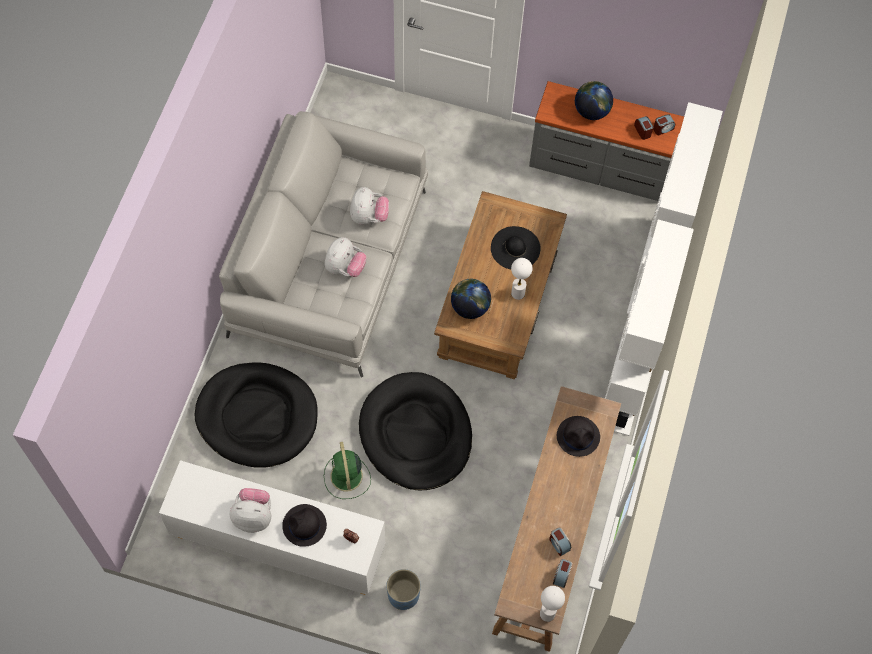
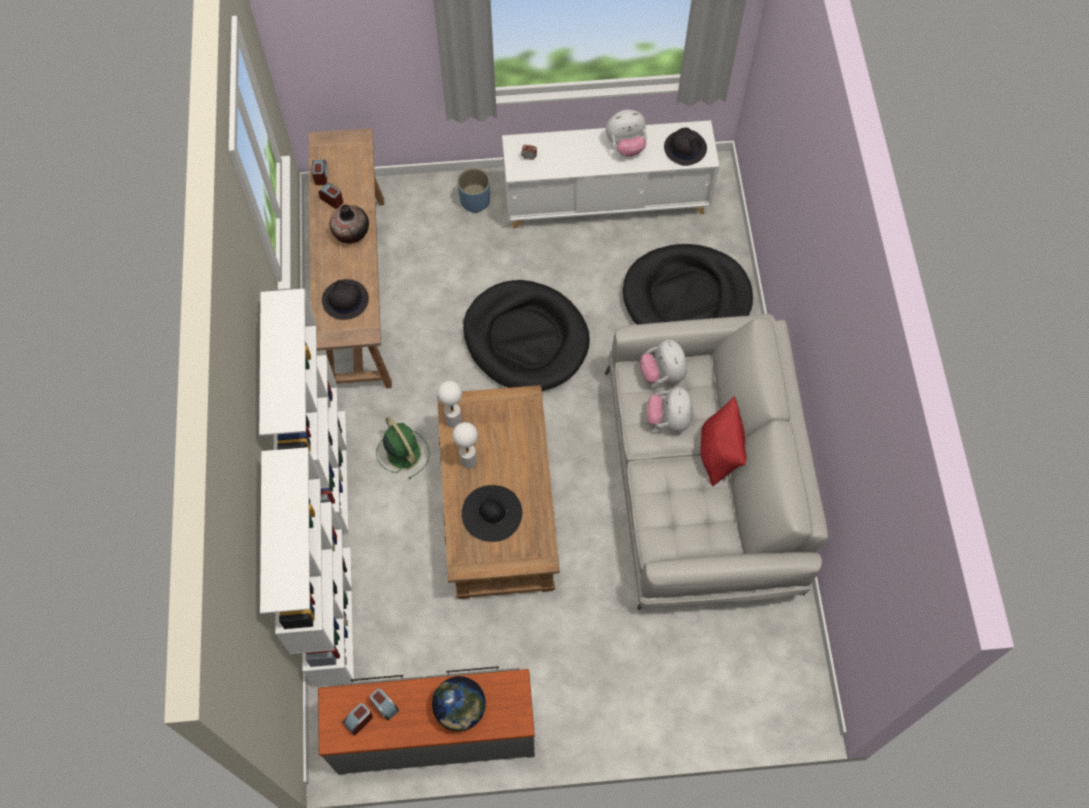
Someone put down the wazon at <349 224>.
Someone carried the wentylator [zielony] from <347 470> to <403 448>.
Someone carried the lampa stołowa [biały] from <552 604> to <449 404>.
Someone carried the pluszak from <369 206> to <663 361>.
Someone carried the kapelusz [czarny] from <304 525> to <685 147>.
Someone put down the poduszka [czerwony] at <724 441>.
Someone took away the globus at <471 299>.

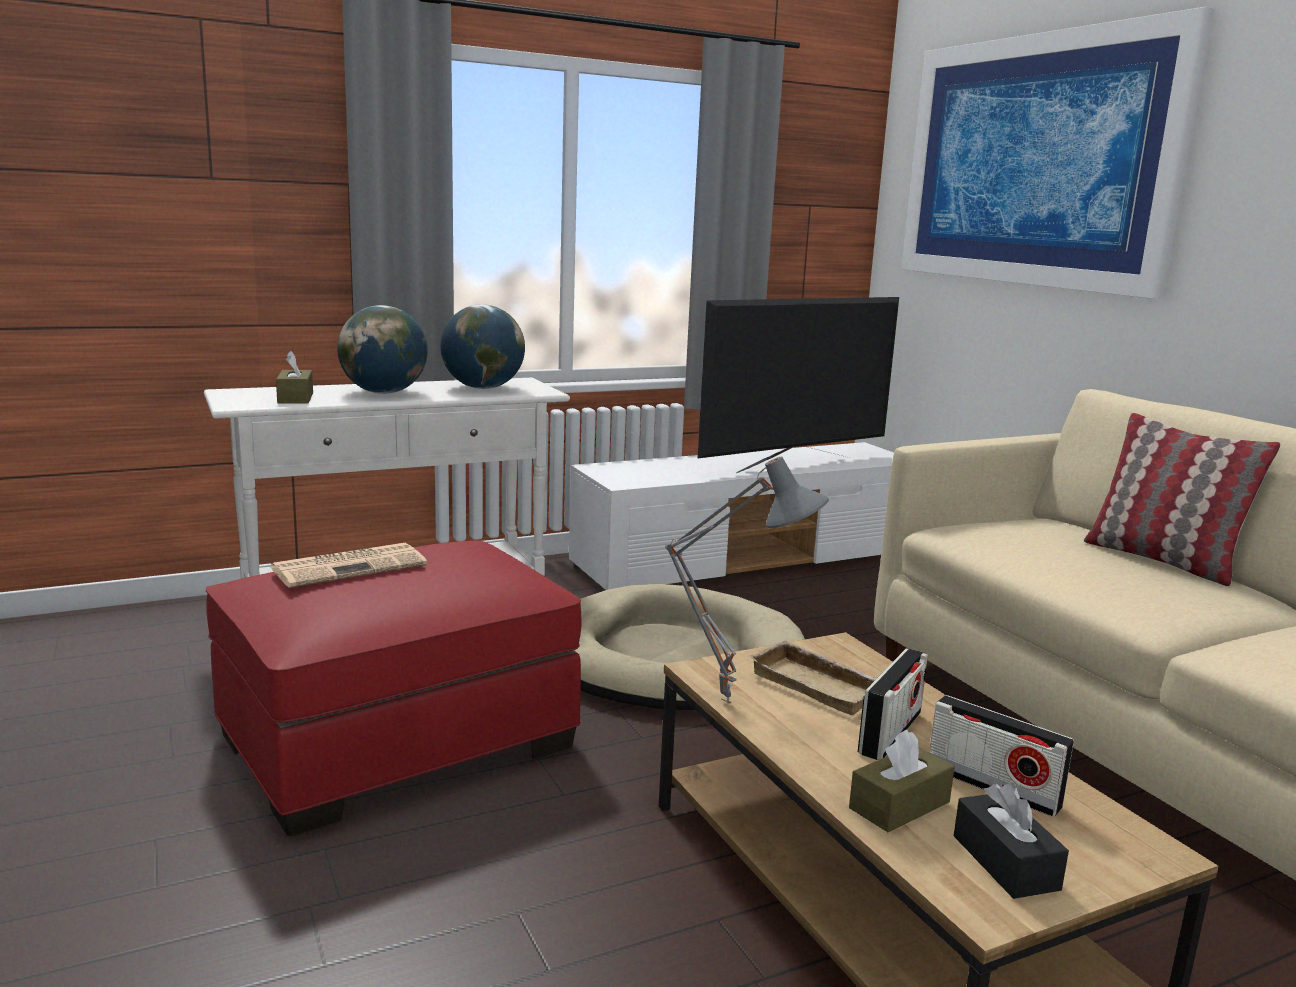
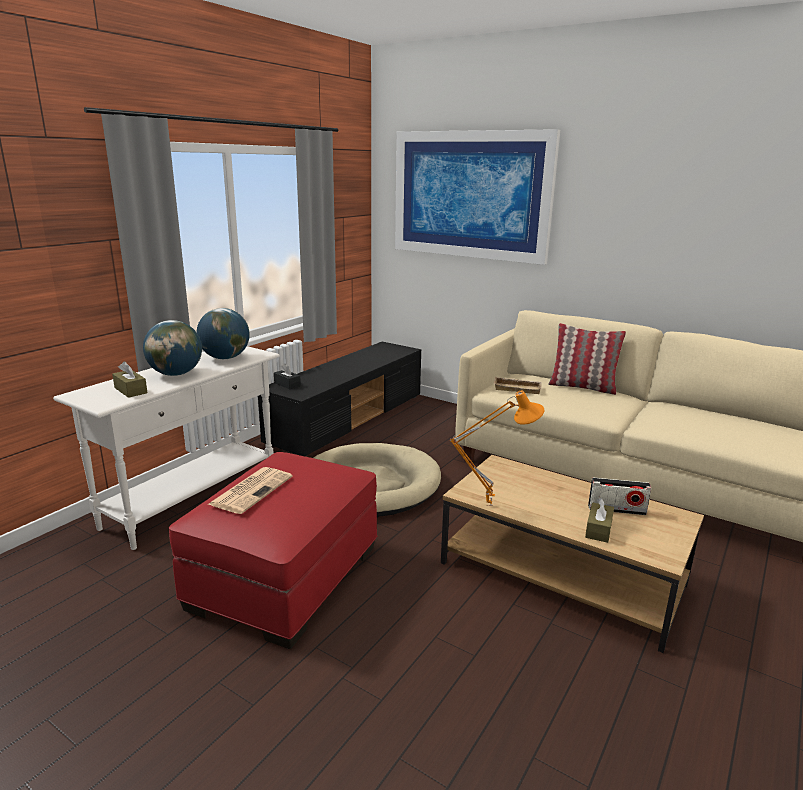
Someone repainted the szafka pod telewizor [biały] at <731 516>, which became the szafka pod telewizor [czarny] at <339 399>.
Someone carried the pudełko chusteczek [czarny] from <1011 841> to <287 376>.
Someone repainted the lampa stołowa [szary] at <747 579>, which became the lampa stołowa [pomarańczowy] at <497 448>.
Someone carried the taca [beżowy] from <812 677> to <518 385>.
Someone took away the telewizor at <798 385>.
Someone took away the radio at <893 704>.

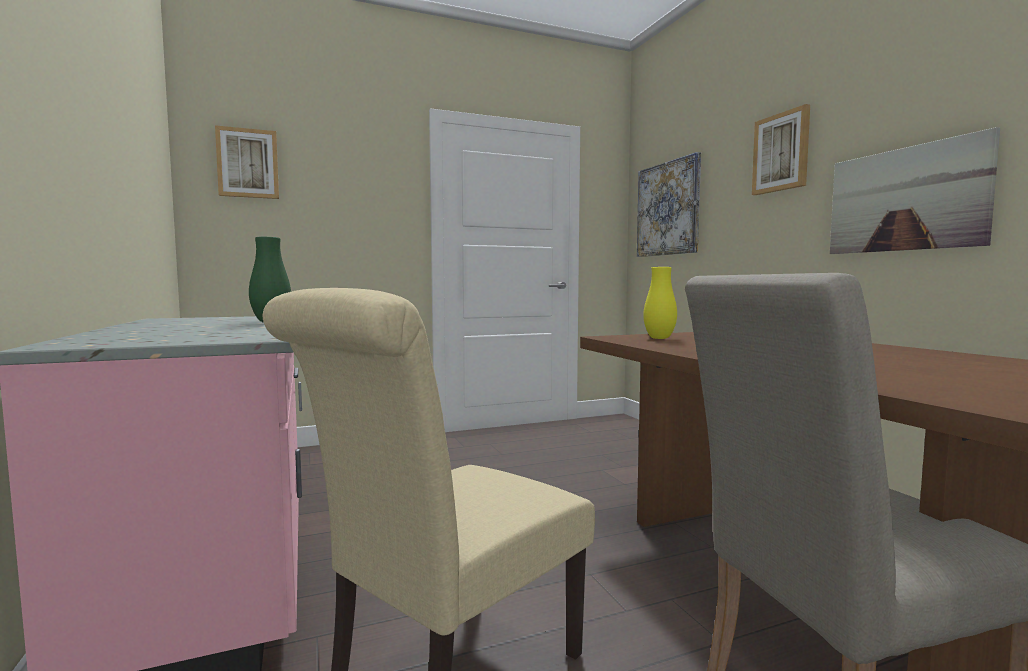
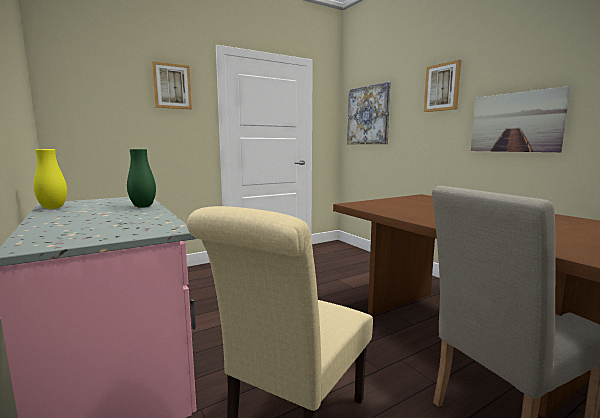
Someone carried the wazon [żółty] from <660 303> to <50 179>.
Someone carried the obraz from <247 162> to <172 85>.

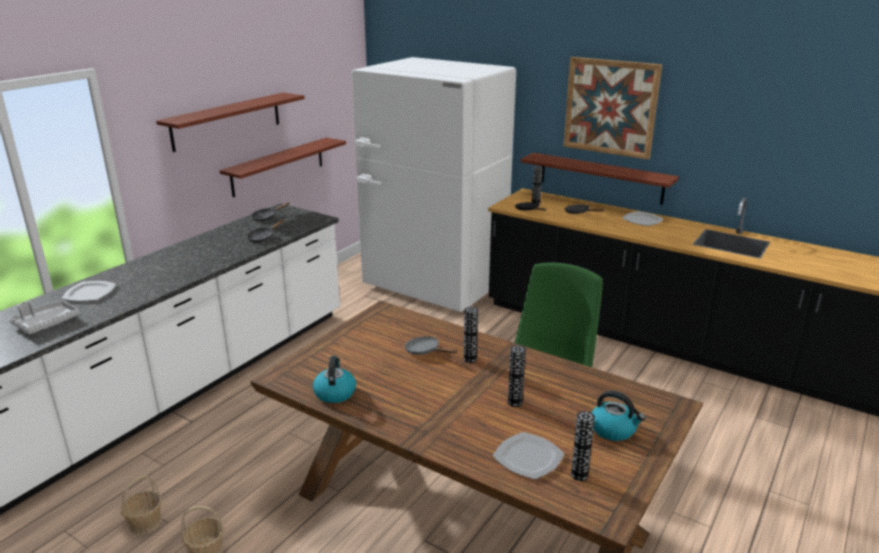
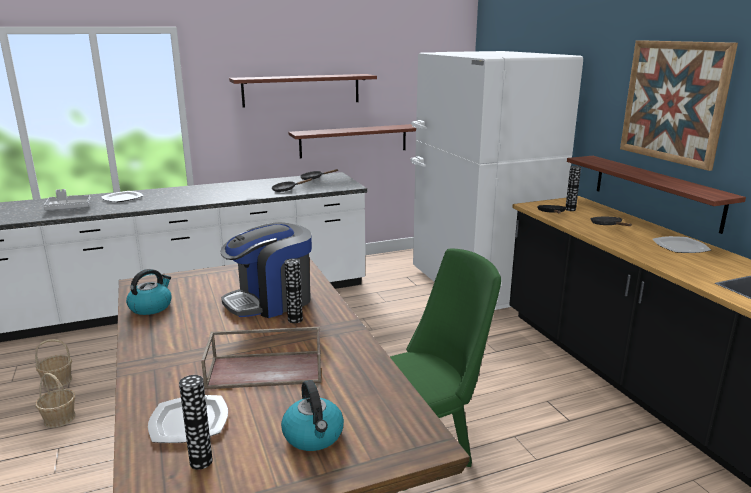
Someone swapped the wazon at <517 376> for the taca [brązowy] at <261 358>.
Someone swapped the patelnia [szary] at <431 345> for the ekspres do kawy at <266 270>.

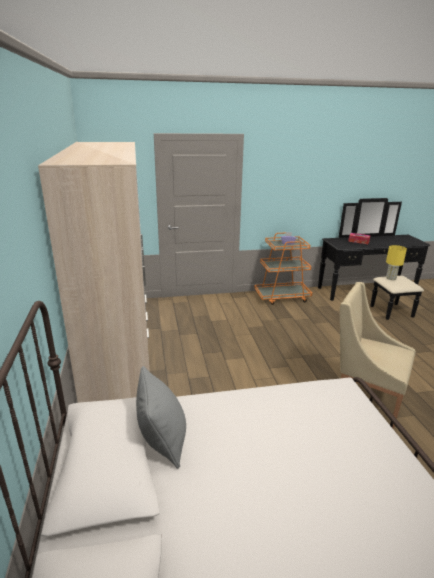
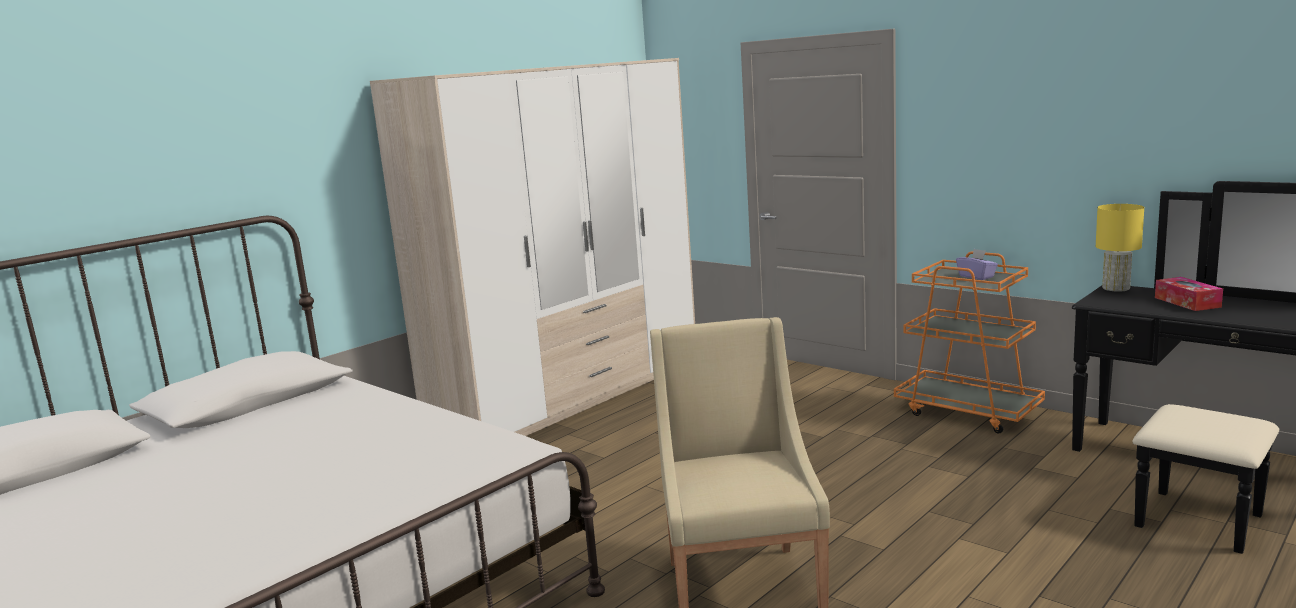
Someone carried the lampa stołowa [żółty] from <396 262> to <1120 248>.
Someone took away the poduszka [szary] at <161 417>.

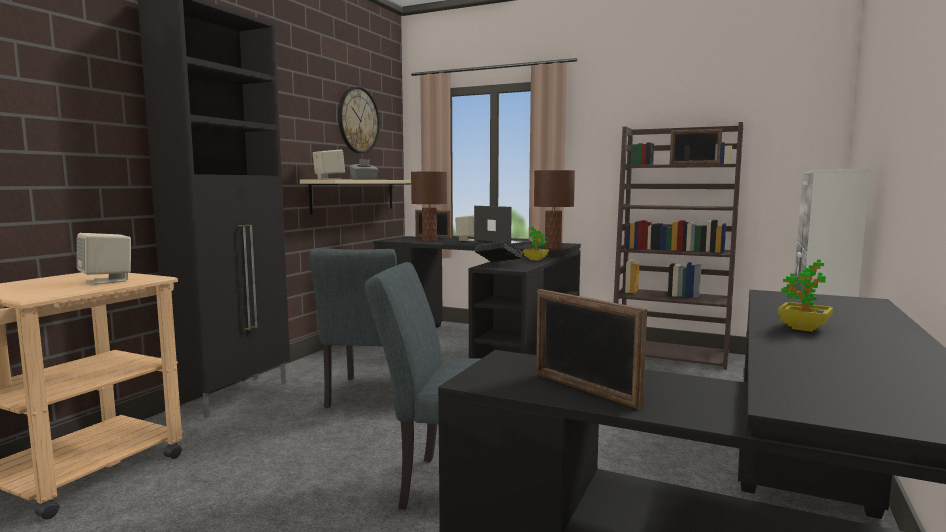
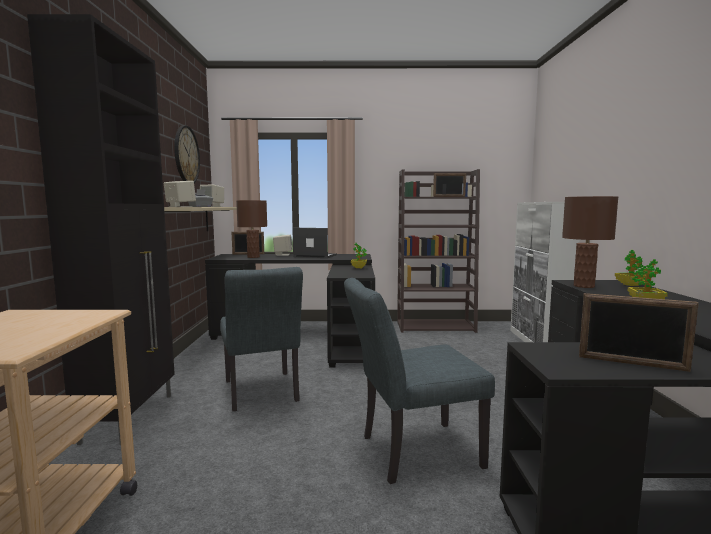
Someone carried the głośnik [beżowy] from <104 259> to <212 196>.
Someone carried the lampa stołowa [brązowy] from <554 209> to <590 242>.
Someone put down the roślina doniczkowa at <630 268>.
Someone took away the książka at <499 252>.

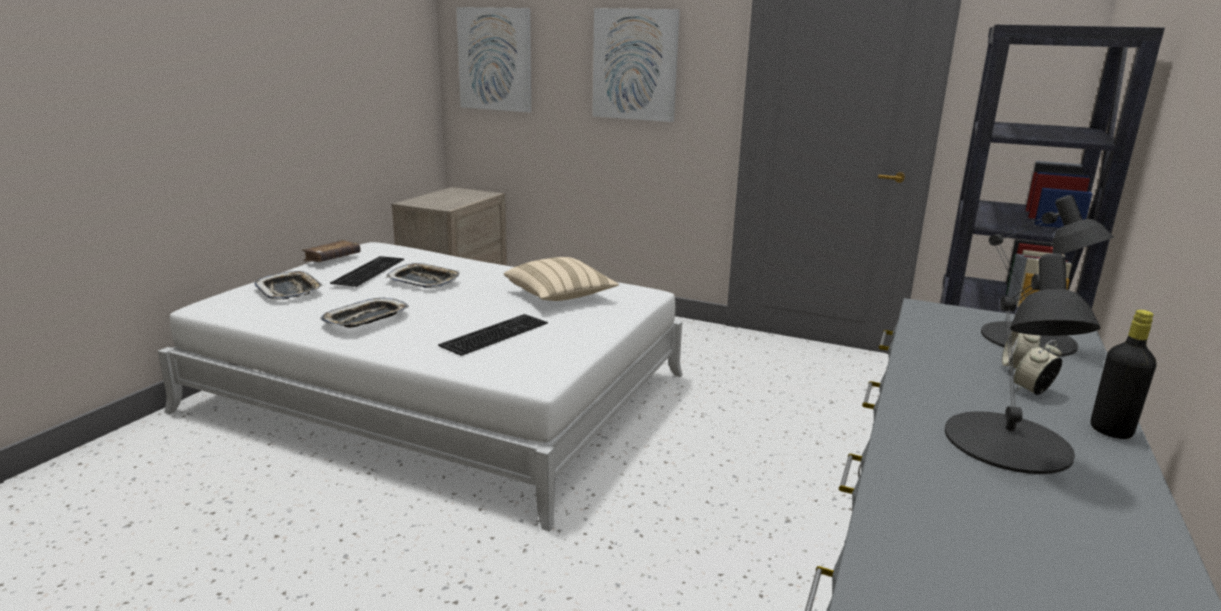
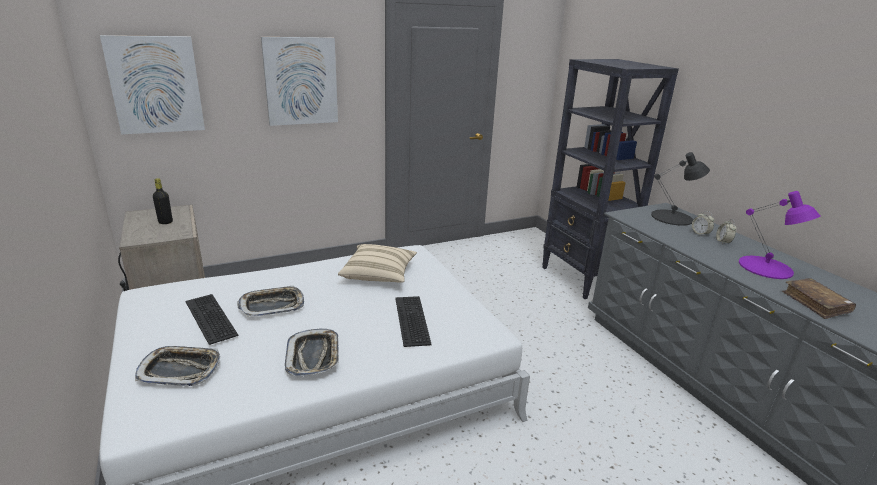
Someone carried the butelka [czarny] from <1123 374> to <163 201>.
Someone repainted the lampa stołowa [czarny] at <1022 363>, which became the lampa stołowa [fioletowy] at <780 235>.
Someone carried the książka [brązowy] from <331 251> to <819 298>.

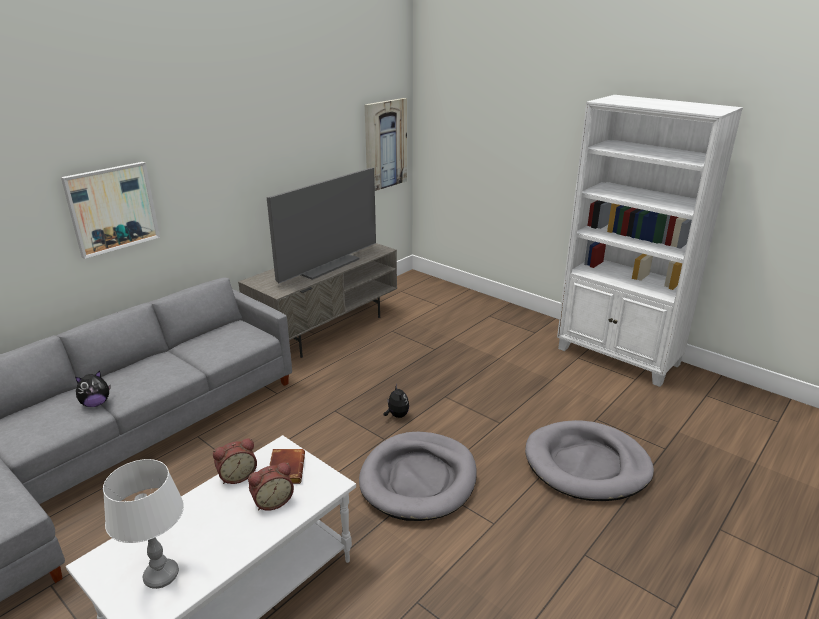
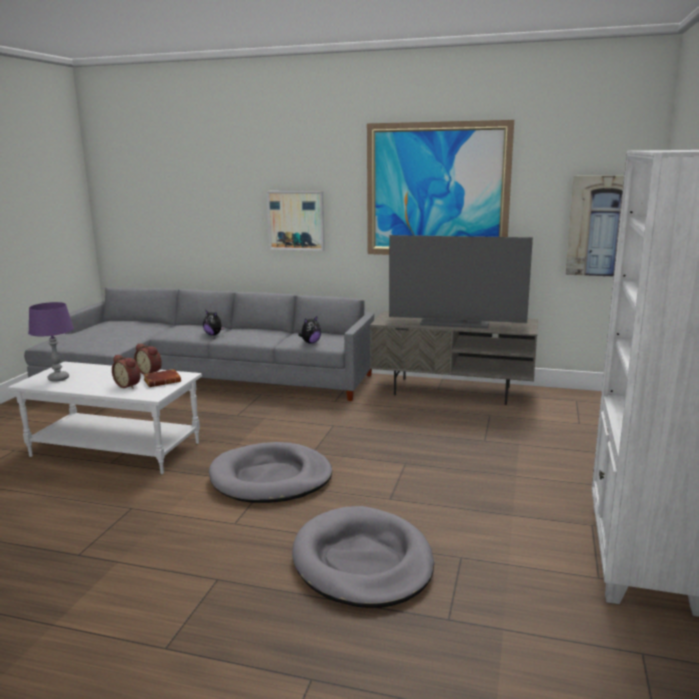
Someone repainted the lampa stołowa [biały] at <143 524>, which became the lampa stołowa [fioletowy] at <51 342>.
Someone carried the pluszak from <396 401> to <309 329>.
Someone put up the obraz at <440 187>.

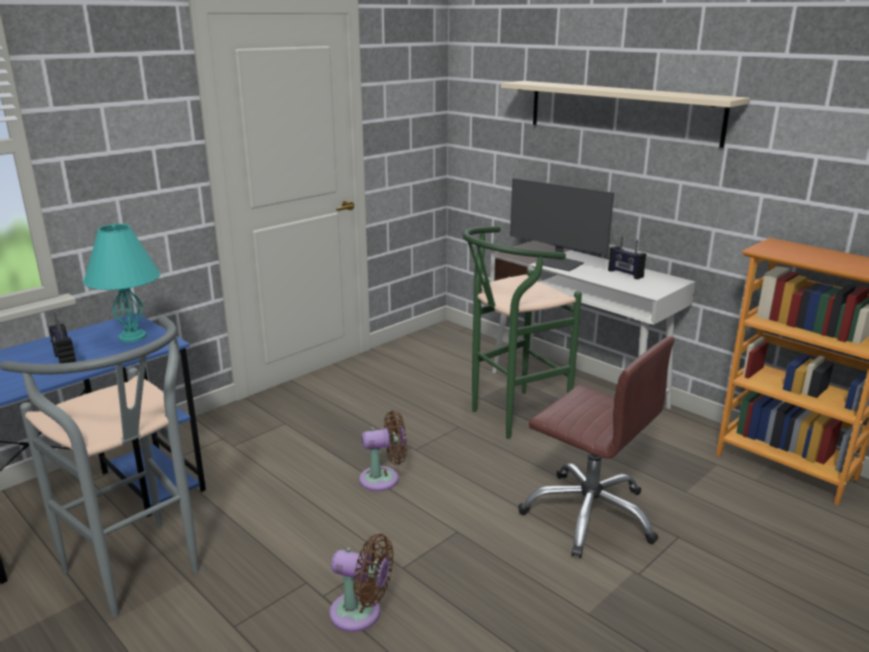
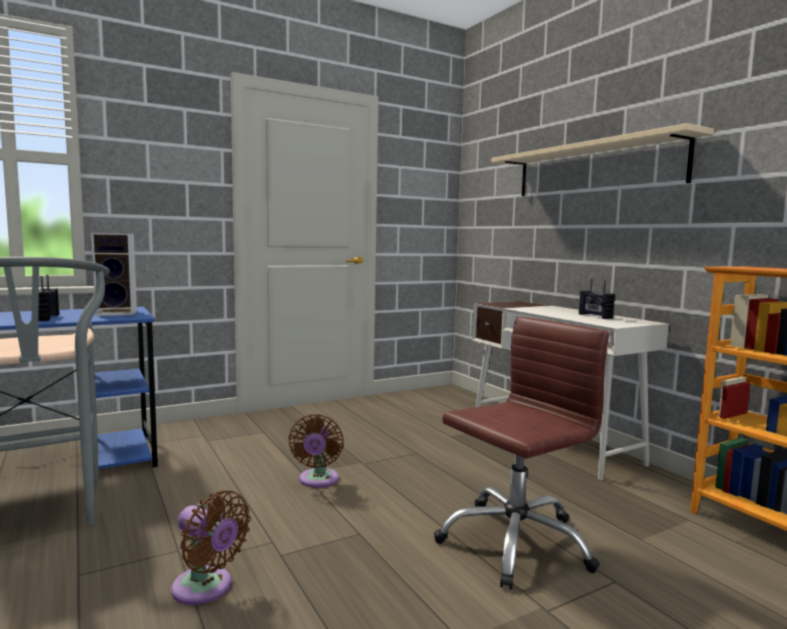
Someone swapped the lampa stołowa [turkusowy] at <121 283> for the głośnik at <114 274>.
Someone rotated the wentylator [brązowy] at <383 450> by 90 degrees clockwise.
Someone rotated the krzesło biurowe [brązowy] at <596 447> by 90 degrees counterclockwise.
Someone took away the stołek [zielony] at <522 332>.
Someone took away the monitor at <562 224>.

